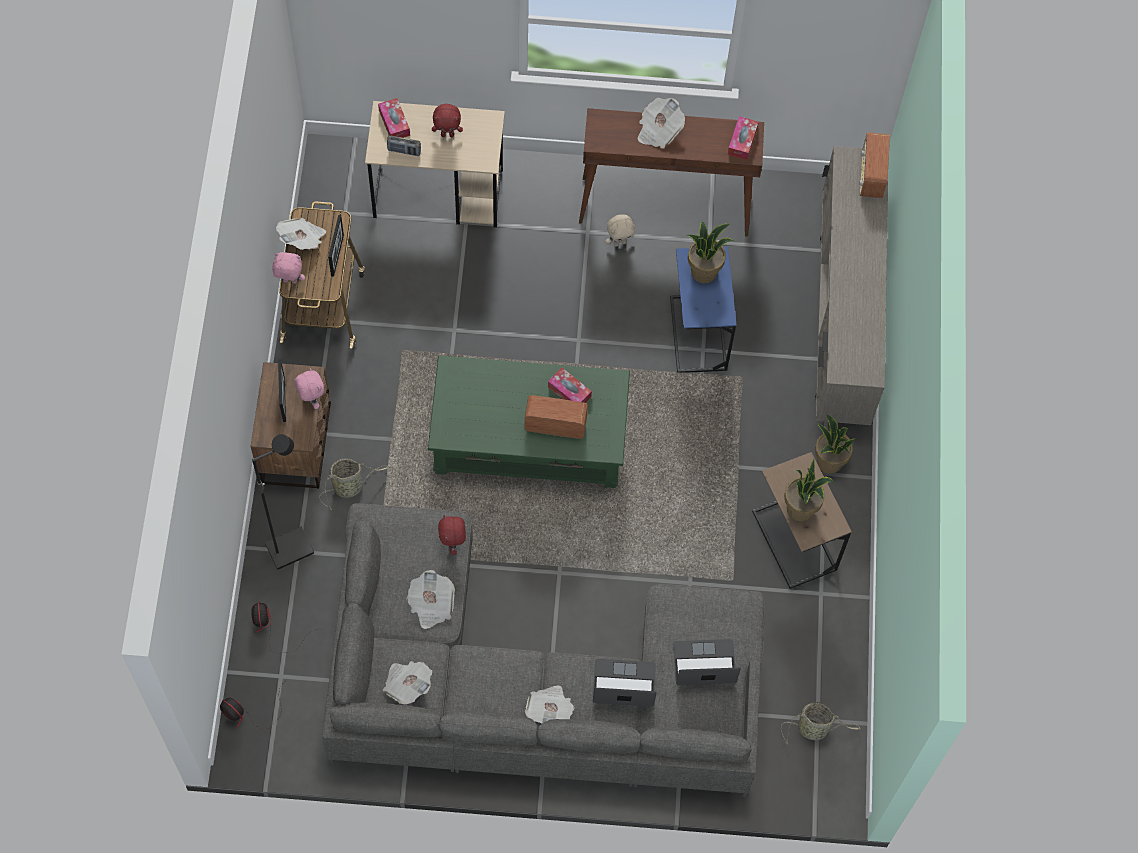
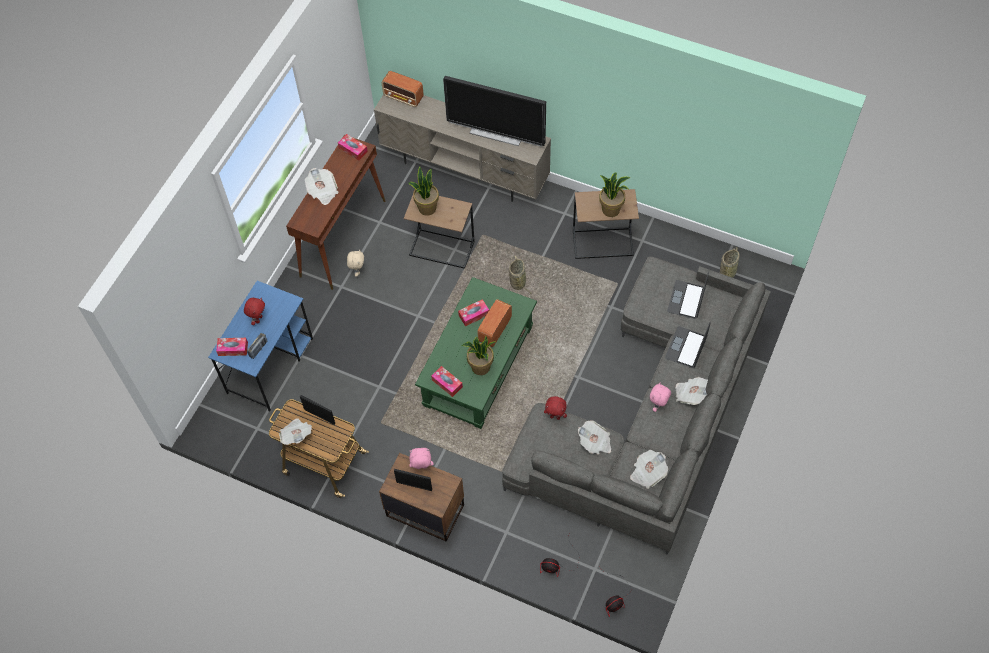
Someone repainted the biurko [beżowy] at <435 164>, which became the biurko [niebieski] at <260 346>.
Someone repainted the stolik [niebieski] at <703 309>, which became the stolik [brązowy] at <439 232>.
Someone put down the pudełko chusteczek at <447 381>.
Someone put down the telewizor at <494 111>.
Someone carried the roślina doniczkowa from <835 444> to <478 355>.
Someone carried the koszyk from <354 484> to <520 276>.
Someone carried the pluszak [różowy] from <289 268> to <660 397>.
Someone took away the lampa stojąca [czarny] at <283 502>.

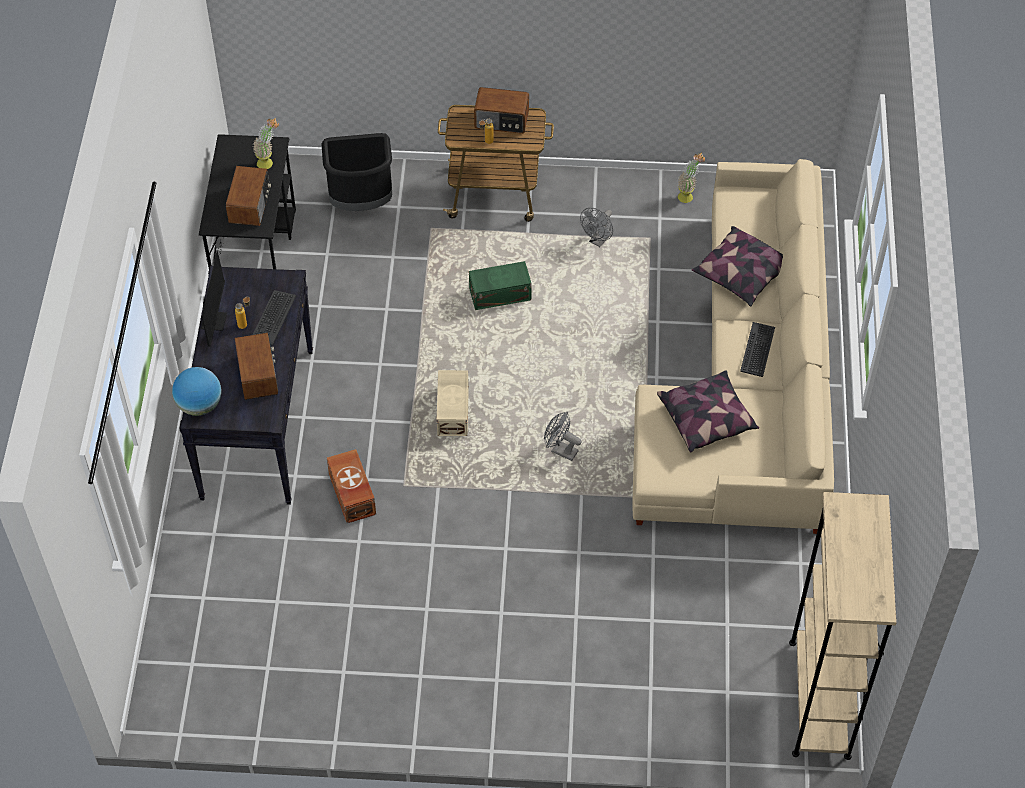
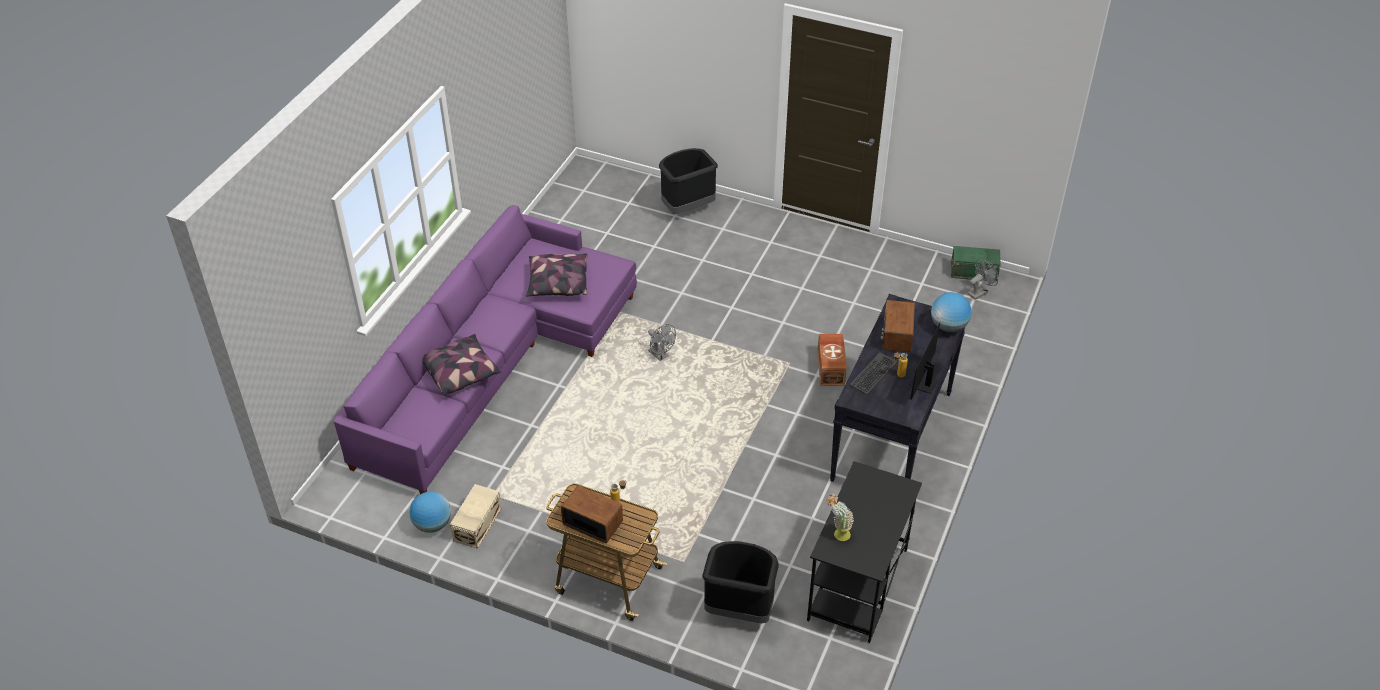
Someone repainted the kanapa [beżowy] at <733 346>, which became the kanapa [fioletowy] at <485 349>.
Someone swapped the roślina doniczkowa at <691 177> for the globus at <430 512>.
Someone carried the pojemnik do przechowywania [beżowy] from <453 403> to <476 516>.
Someone put down the kosz na śmieci [czarny] at <688 181>.
Someone carried the pojemnik do przechowywania [zielony] from <500 285> to <976 264>.
Someone carried the wentylator [szary] from <596 227> to <983 279>.
Someone took away the radio at <248 196>.
Someone took away the klawiatura at <757 349>.
Someone took away the regał [beżowy] at <843 626>.

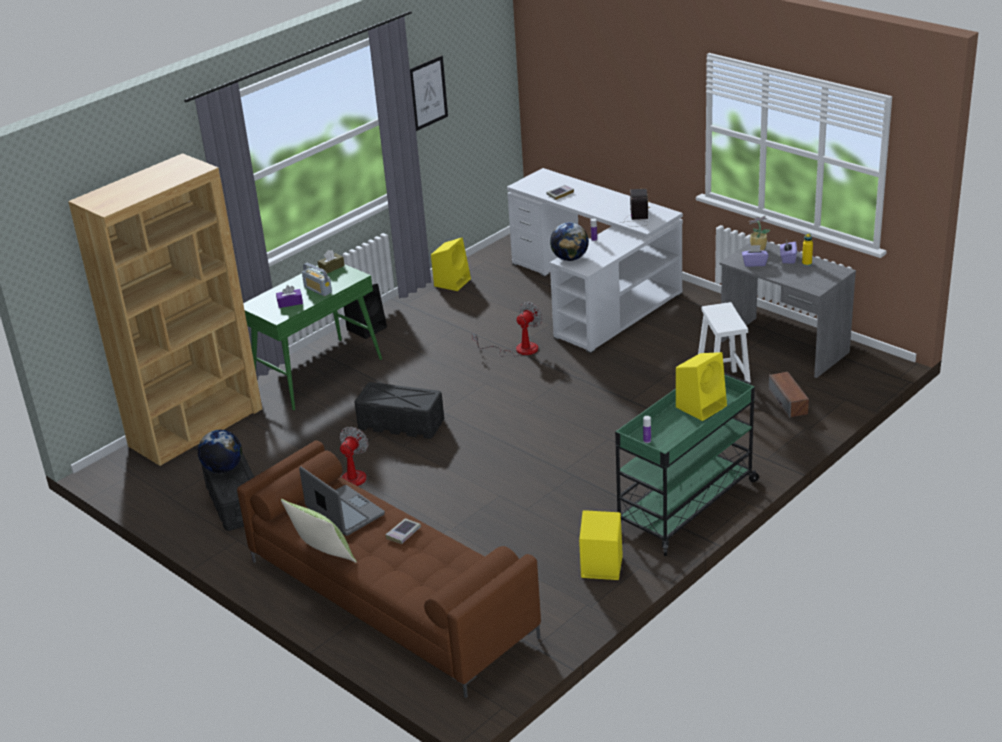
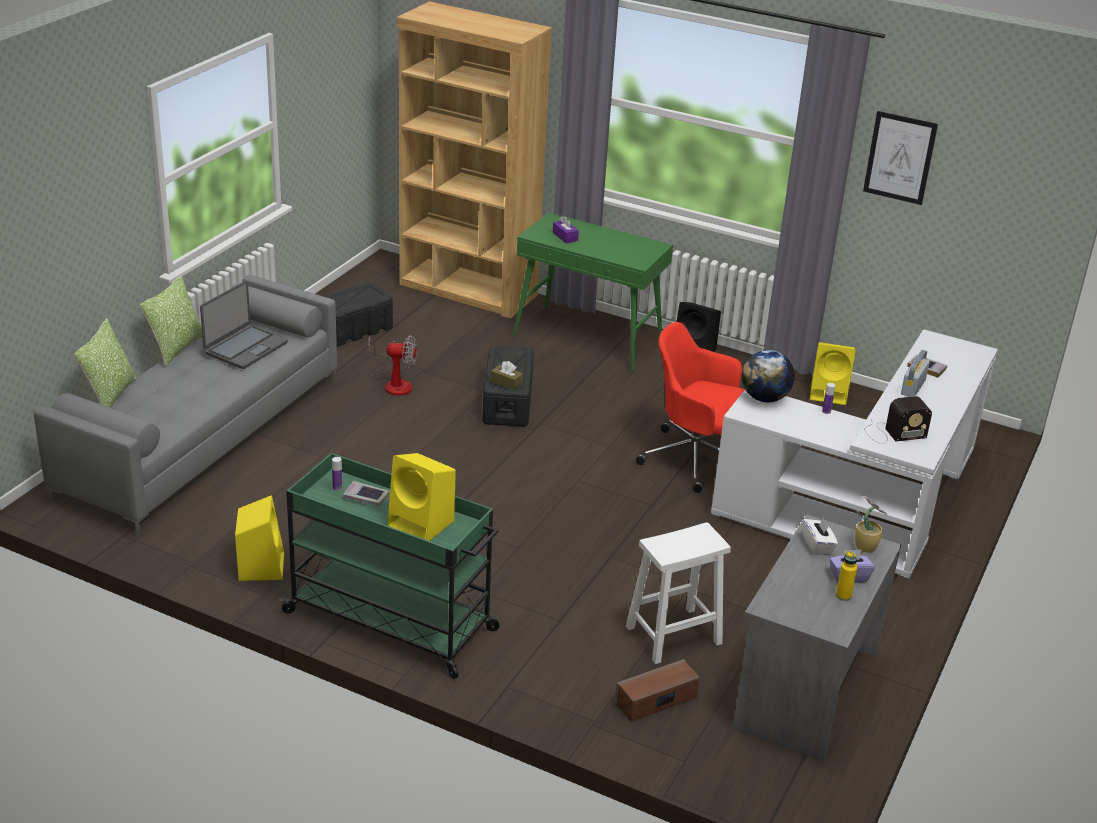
Someone repainted the kanapa [brązowy] at <389 569>, which became the kanapa [szary] at <185 406>.
Someone put down the poduszka at <105 363>.
Someone carried the książka from <403 531> to <366 494>.
Someone carried the pudełko chusteczek [brązowy] from <331 261> to <507 376>.
Someone swapped the wentylator at <507 329> for the krzesło biurowe [czerwony] at <690 407>.
Someone repainted the pudełko chusteczek [fioletowy] at <755 256>, which became the pudełko chusteczek [biały] at <820 536>.
Someone carried the radio from <317 279> to <915 373>.
Someone took away the globus at <220 451>.

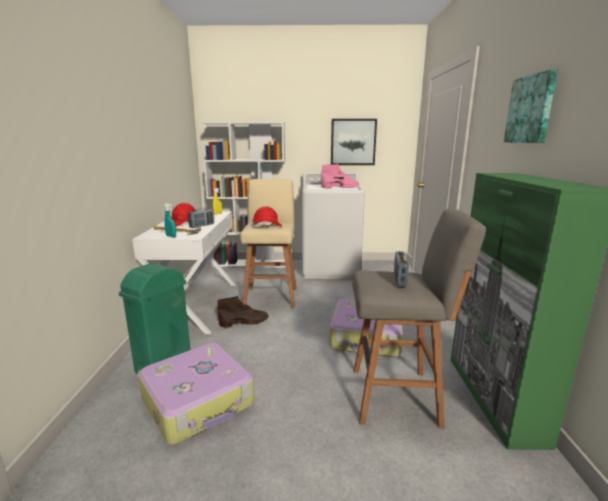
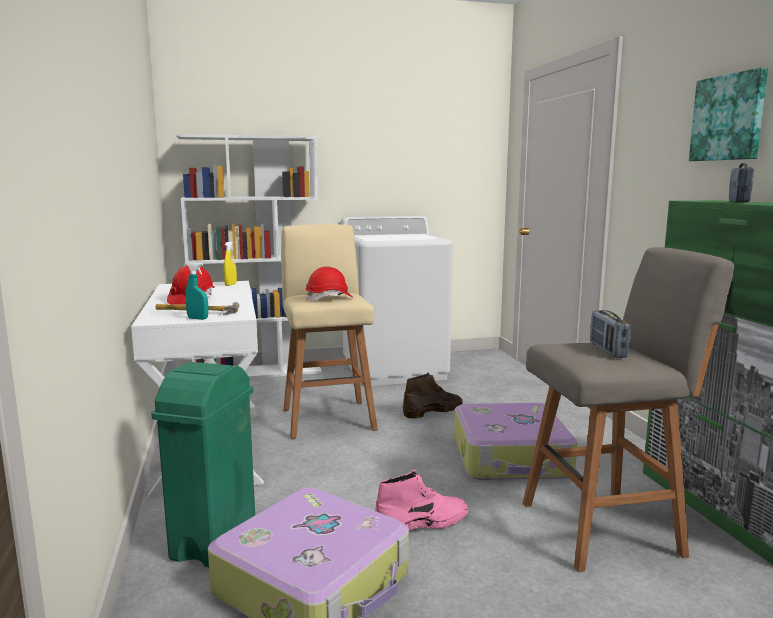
Someone carried the but z cholewką [różowy] from <340 176> to <421 500>.
Someone carried the but z cholewką [brązowy] from <242 311> to <433 395>.
Someone carried the radio from <201 218> to <741 183>.
Someone took away the obraz at <354 142>.

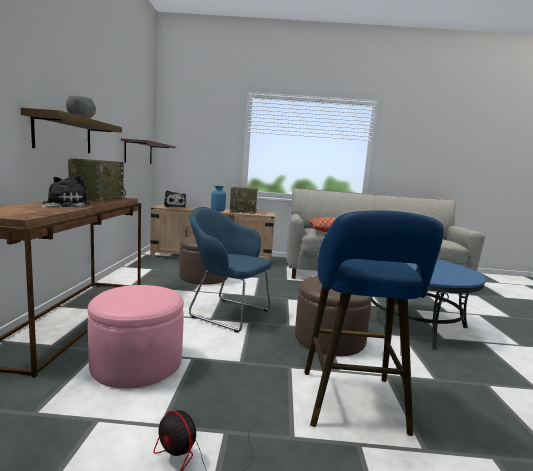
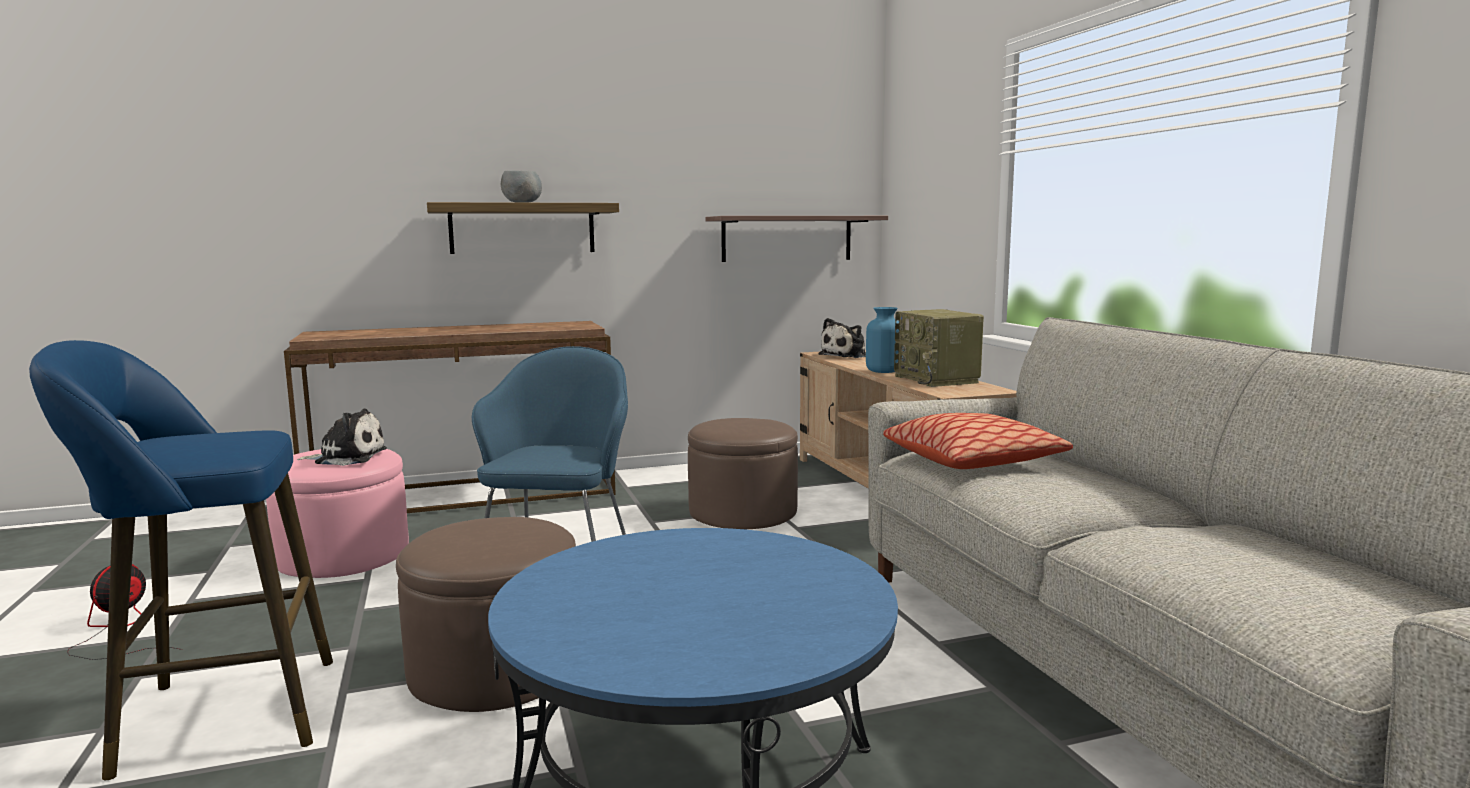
Someone carried the pluszak from <65 191> to <342 437>.
Someone took away the radio at <97 180>.

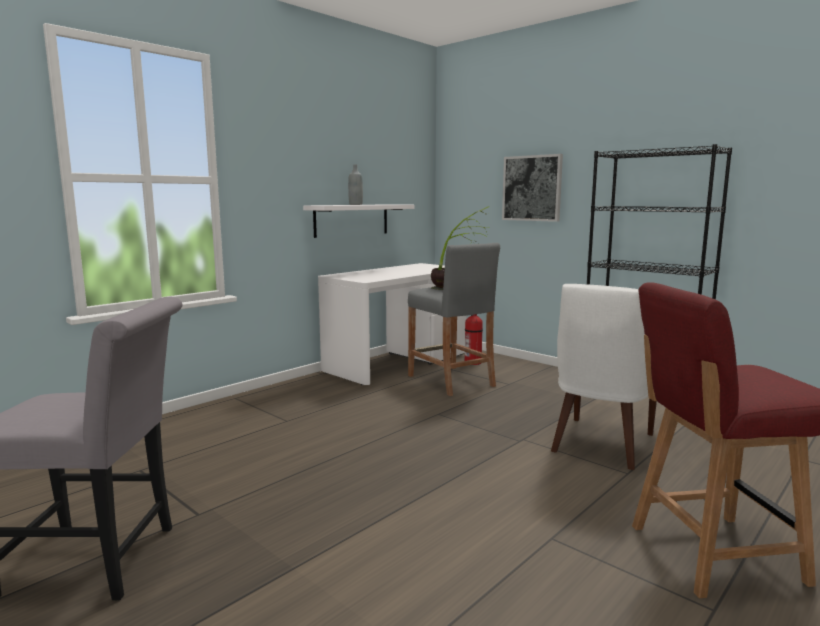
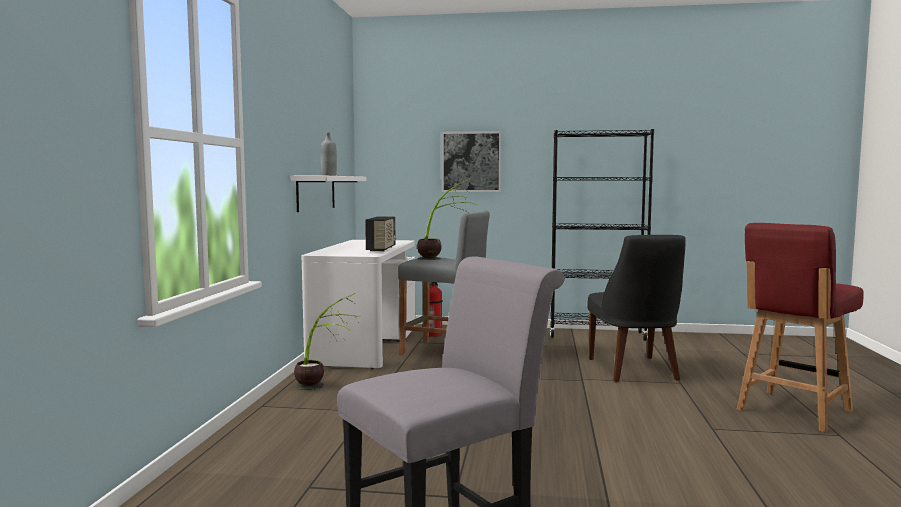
Someone put down the roślina doniczkowa at <327 341>.
Someone put down the radio at <381 233>.
Someone repainted the krzesło [biały] at <604 377>, which became the krzesło [czarny] at <636 308>.

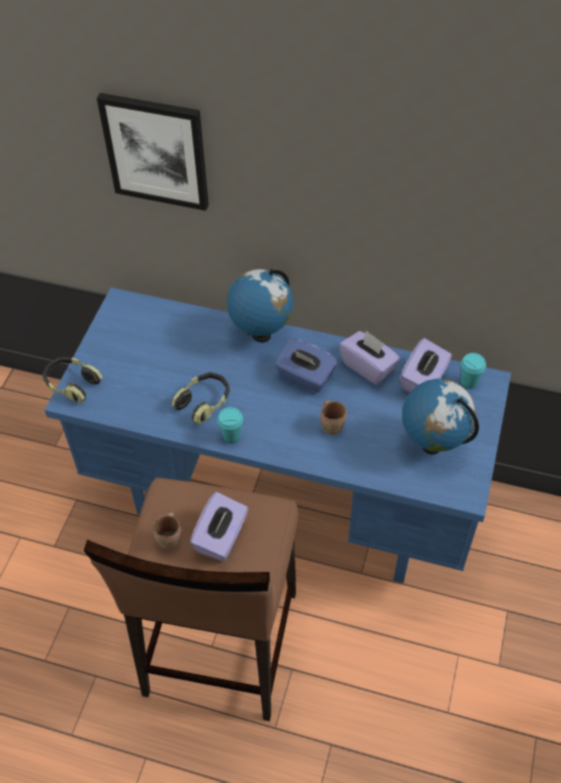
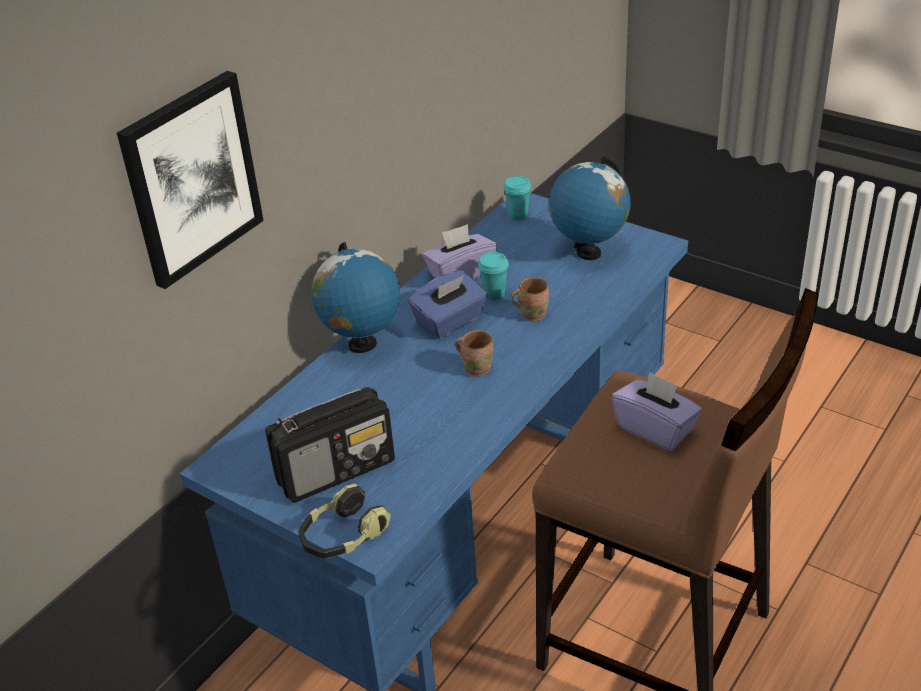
Someone put down the radio at <330 445>.
Someone carried the kubek [brązowy] from <167 531> to <474 353>.
Someone carried the filiżanka [turkusowy] from <230 425> to <493 276>.
Someone took away the słuchawki at <201 398>.
Someone took away the pudełko chusteczek [fioletowy] at <426 365>.

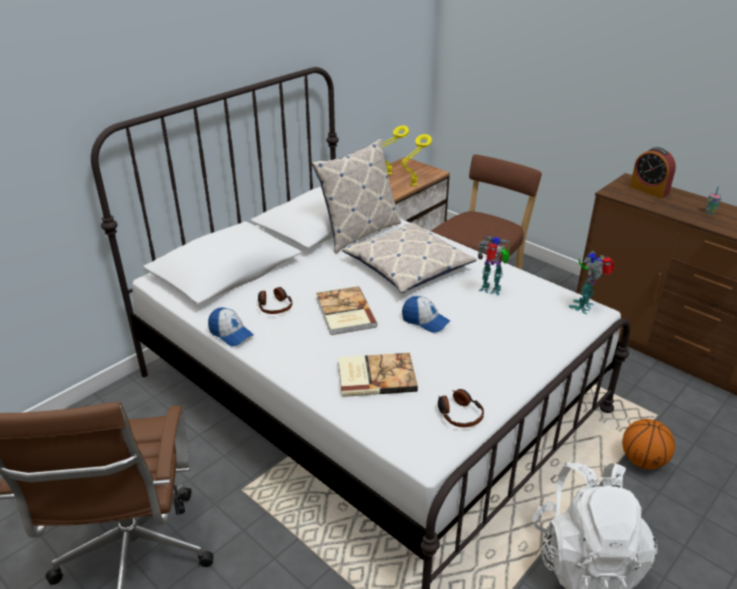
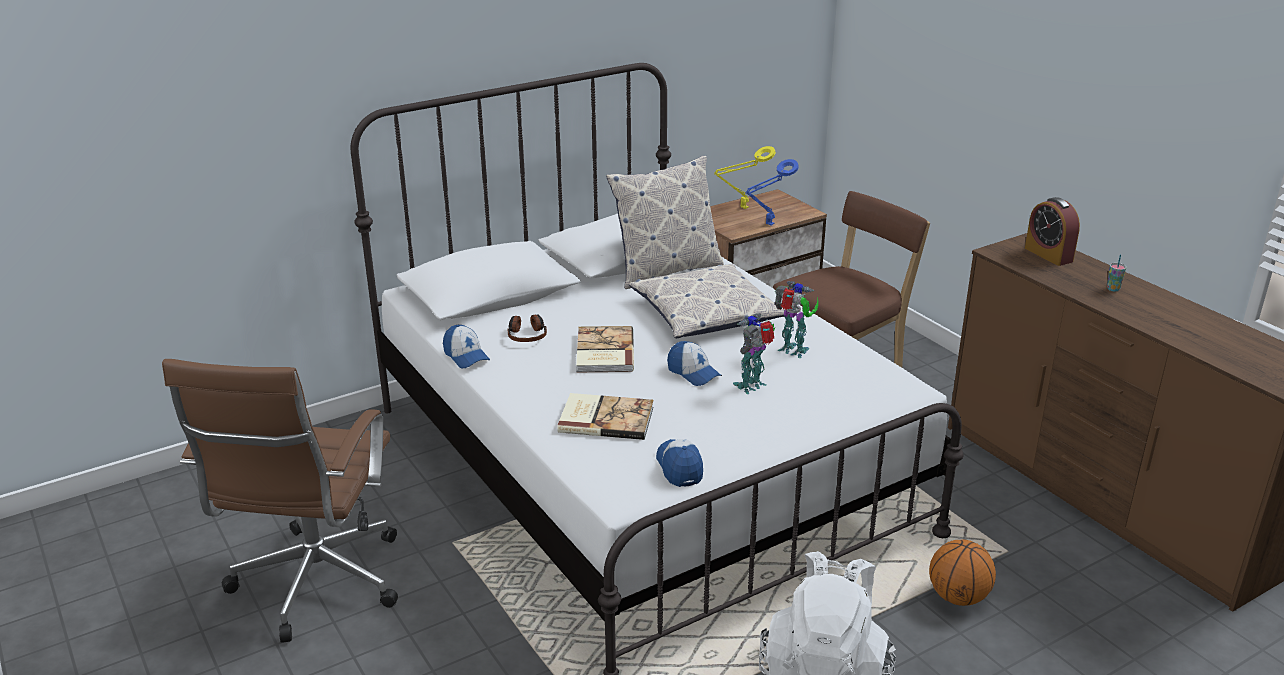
Someone swapped the słuchawki at <461 408> for the czapka z daszkiem at <679 463>.
Someone carried the robot zabawkowy from <591 282> to <754 353>.
Someone repainted the lampa stołowa [żółty] at <416 160>, which became the lampa stołowa [niebieski] at <772 192>.

